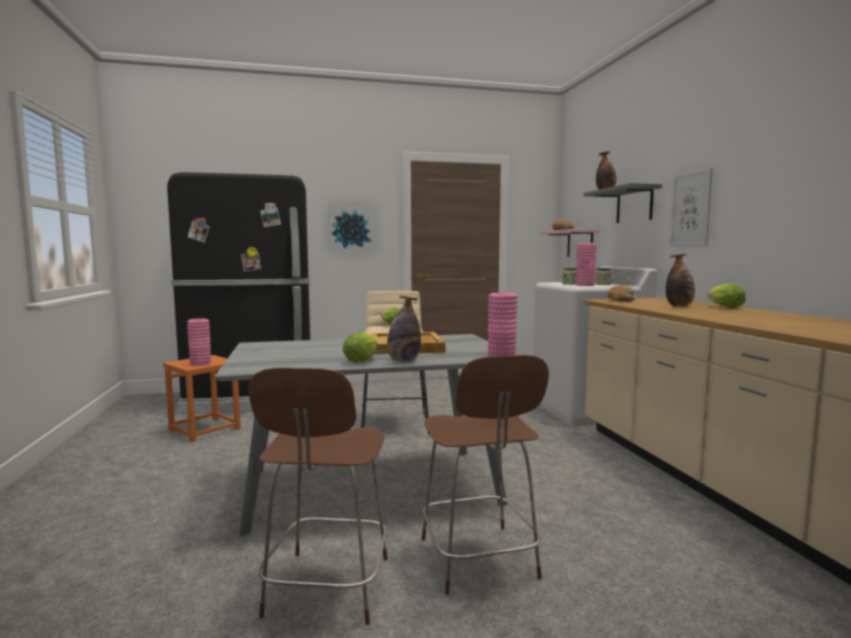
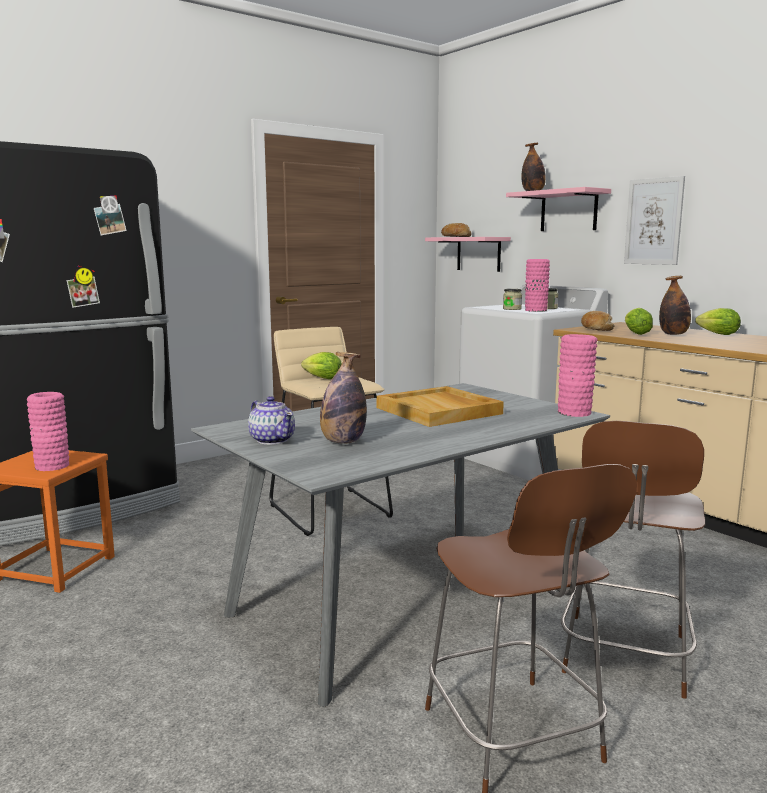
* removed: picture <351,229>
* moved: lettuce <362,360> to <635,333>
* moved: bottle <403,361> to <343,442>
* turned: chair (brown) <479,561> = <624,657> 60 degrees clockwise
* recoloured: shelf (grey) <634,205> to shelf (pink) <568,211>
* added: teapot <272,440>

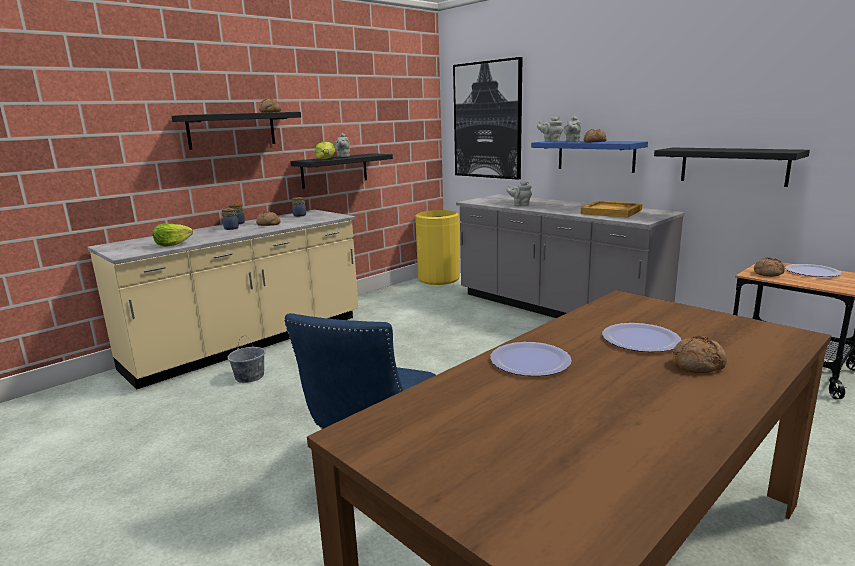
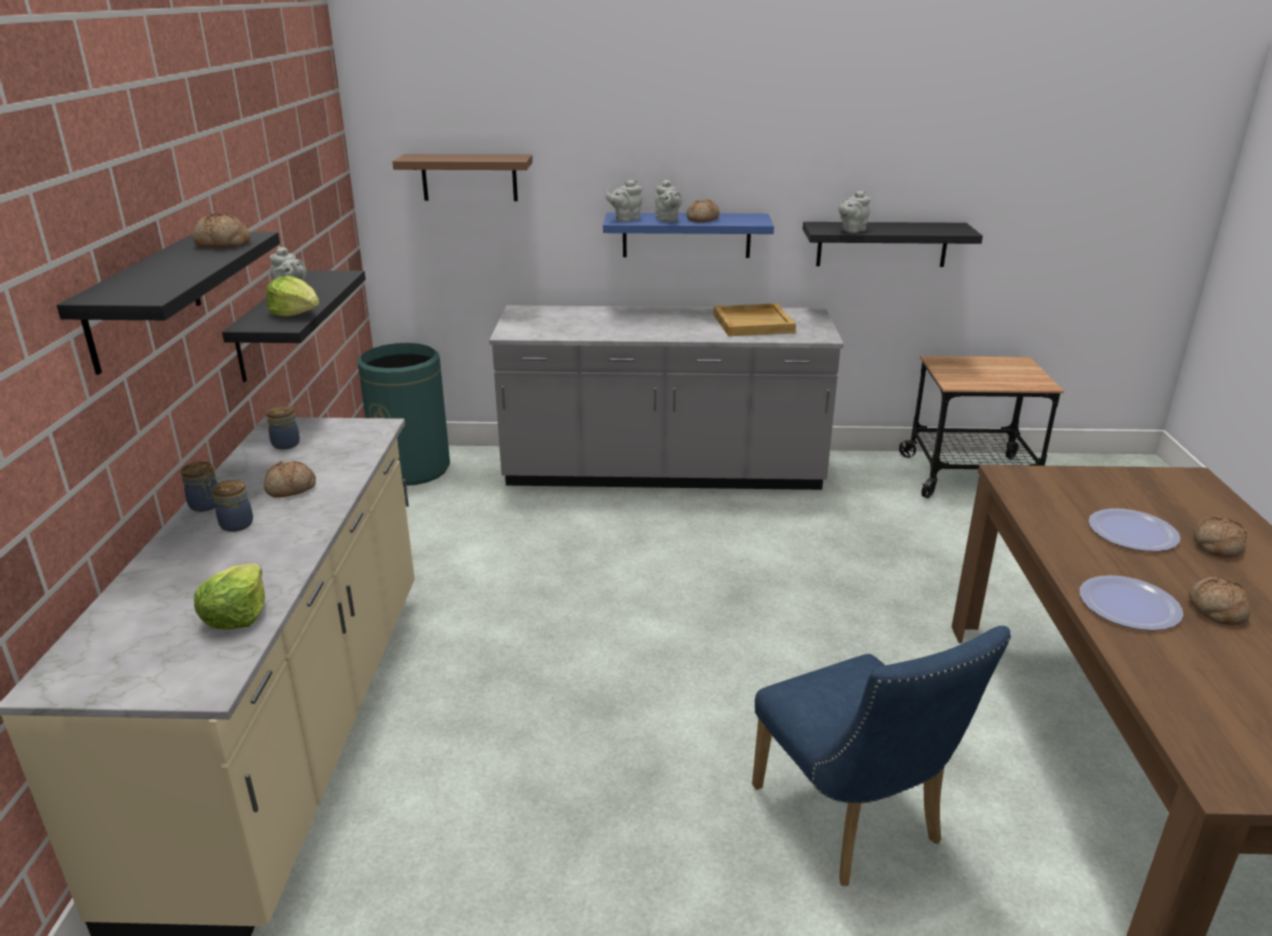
* removed: bucket (grey) <249,376>
* recoloured: trash can (yellow) <439,279> to trash can (green) <412,469>
* replaced: picture <487,120> to shelf (brown) <469,177>
* moved: teapot (grey) <520,205> to <852,230>
* moved: bread <767,273> to <1215,610>
* removed: plate <812,272>

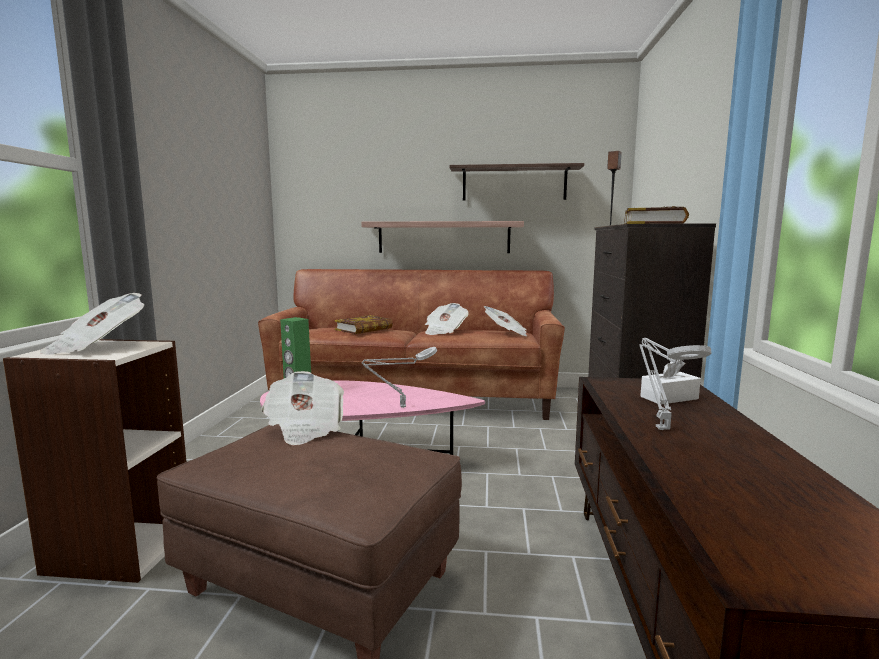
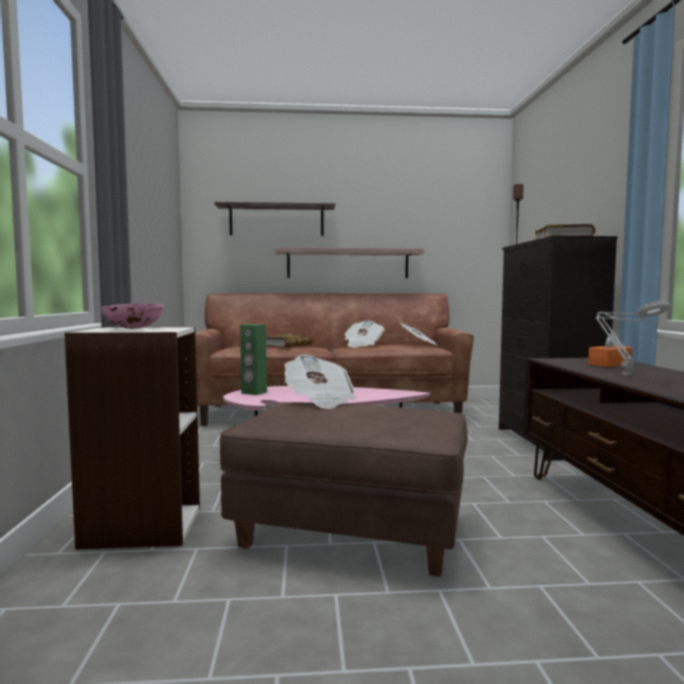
* replaced: newspaper <97,347> to bowl (pink) <134,328>
* removed: table lamp (grey) <400,407>
* moved: shelf <514,184> to <276,221>
* recoloured: tissue box (white) <669,398> to tissue box (orange) <609,364>

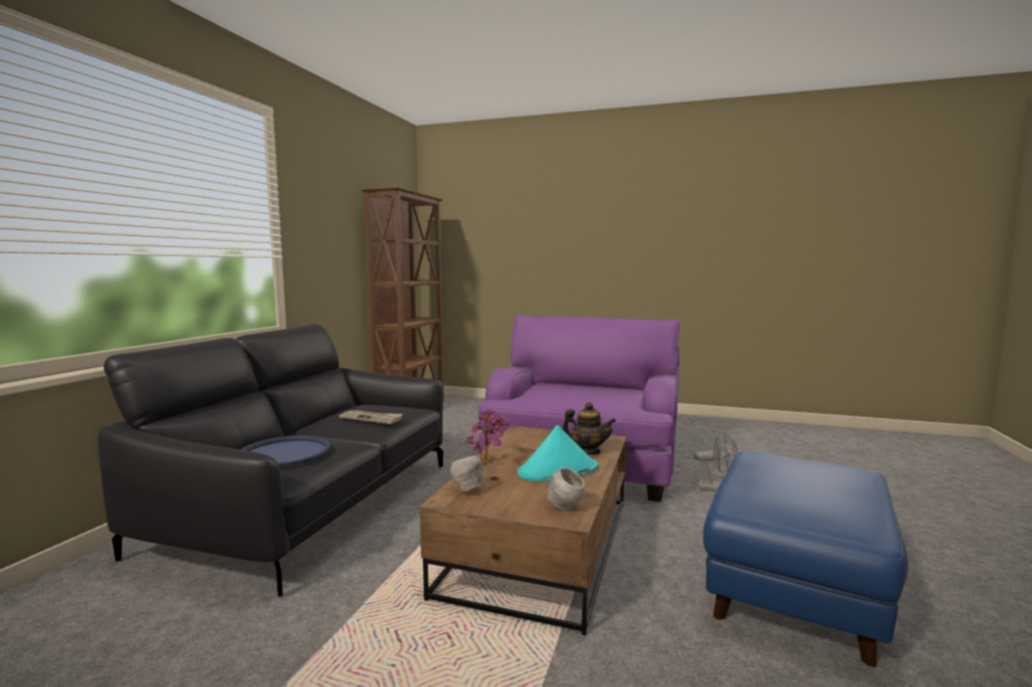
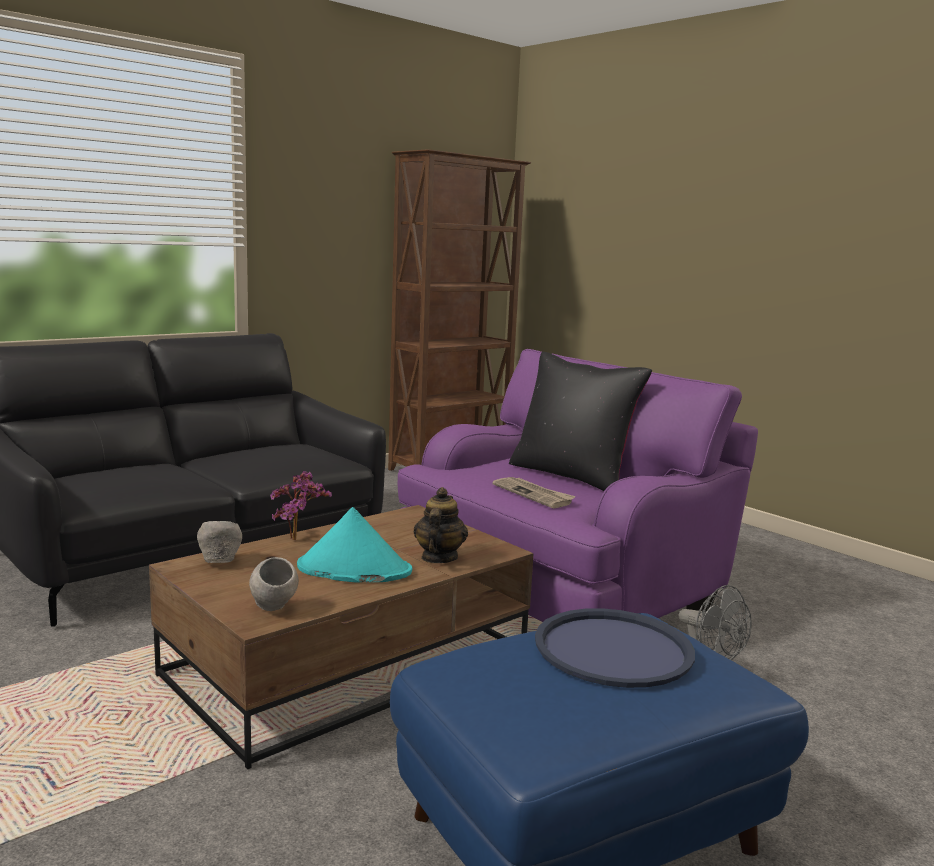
* moved: tray (blue) <284,453> to <613,649>
* moved: newspaper <372,418> to <534,494>
* turned: teapot <588,451> = <438,558> 135 degrees counterclockwise
* added: pillow (black) <572,475>

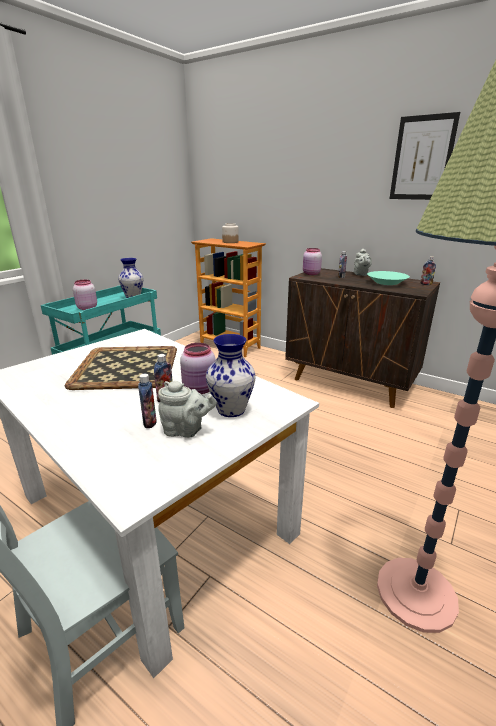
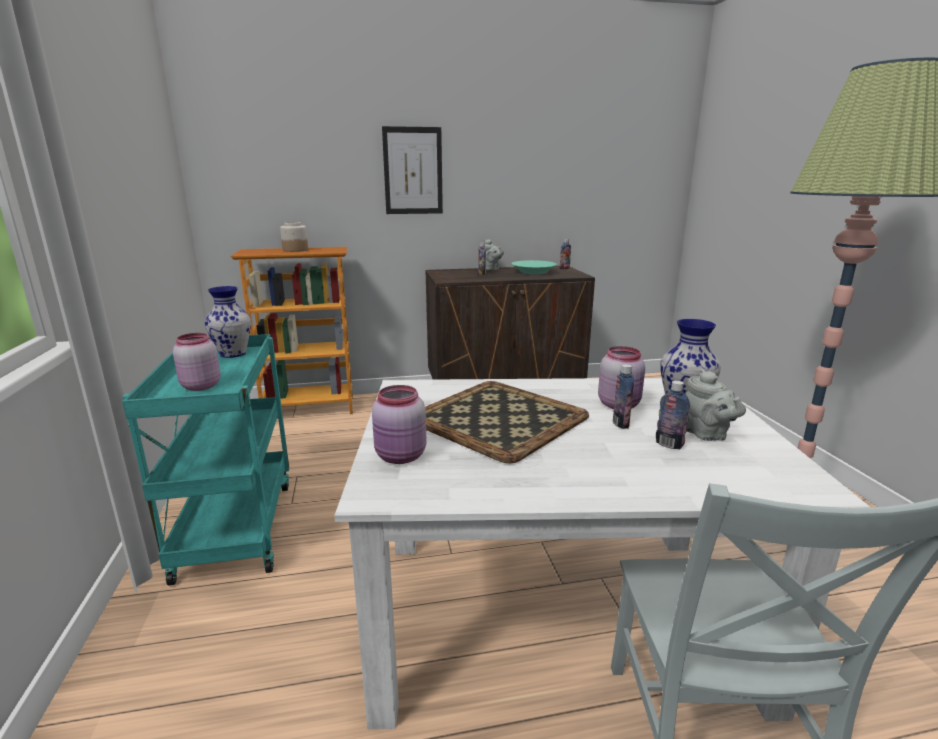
* turned: teapot (grey) <186,430> = <706,434> 105 degrees clockwise
* moved: jar (pink) <311,274> to <401,457>
* moved: picture <422,158> to <413,171>

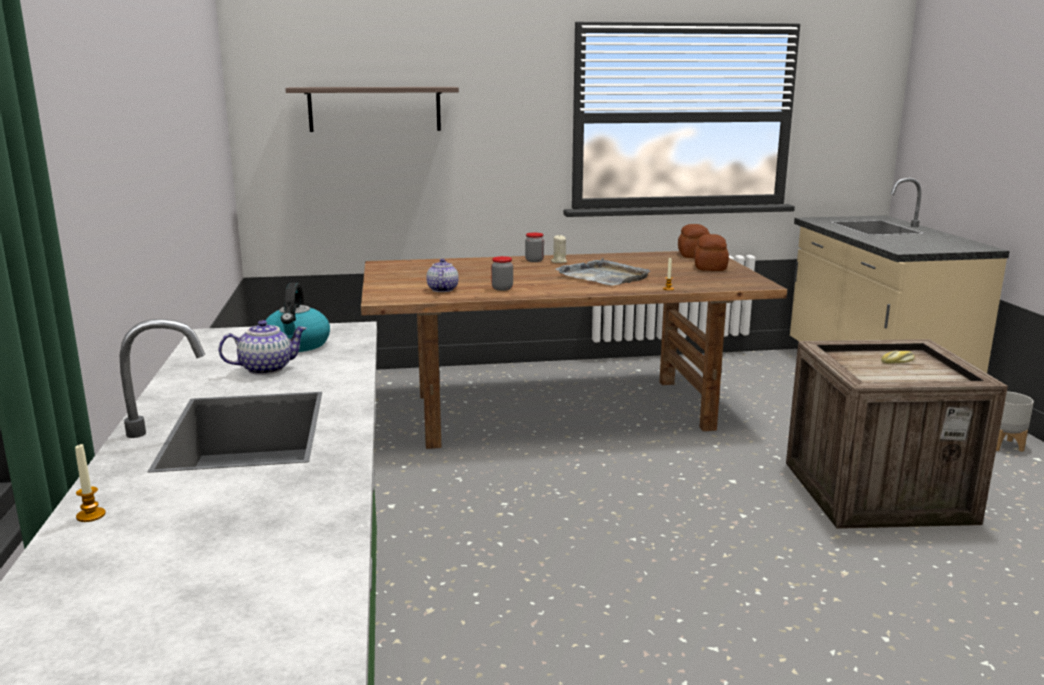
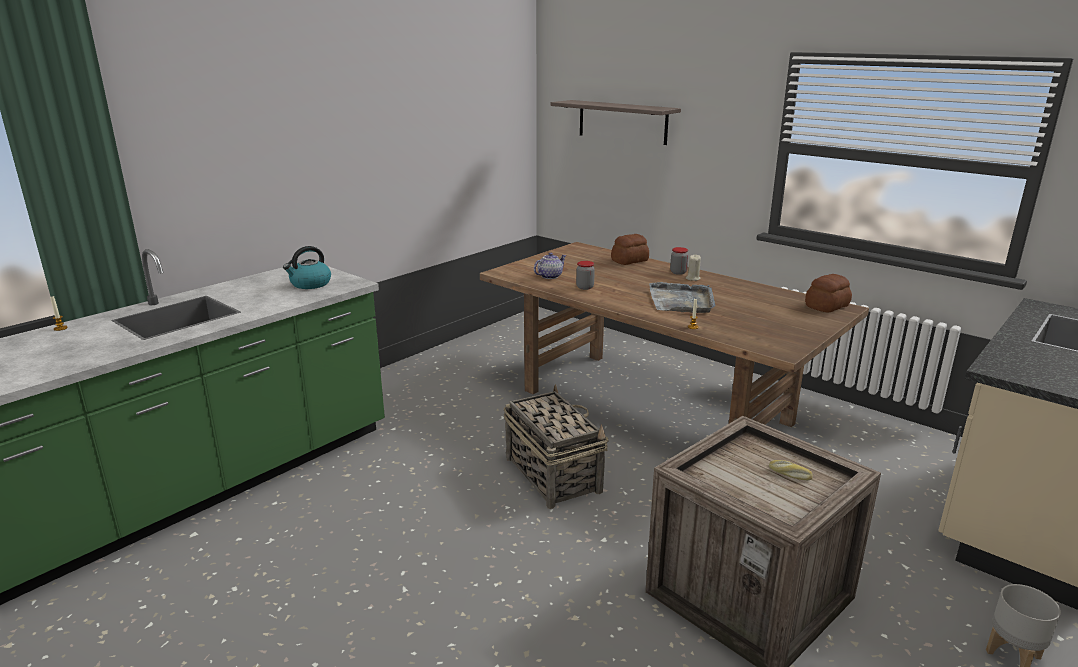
* removed: teapot <266,369>
* moved: bread <710,267> to <630,261>
* added: basket <552,474>

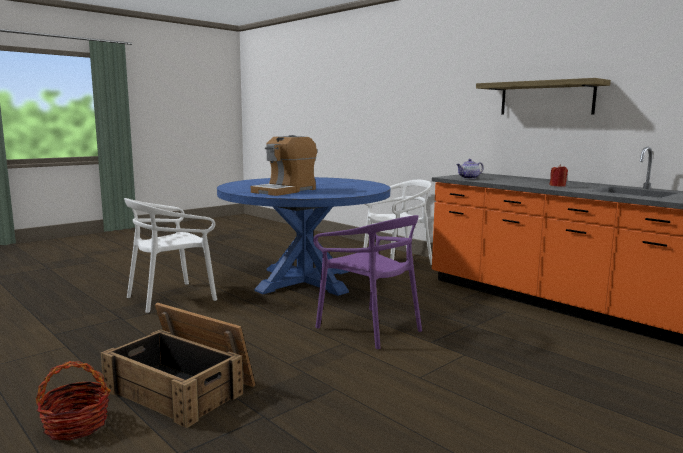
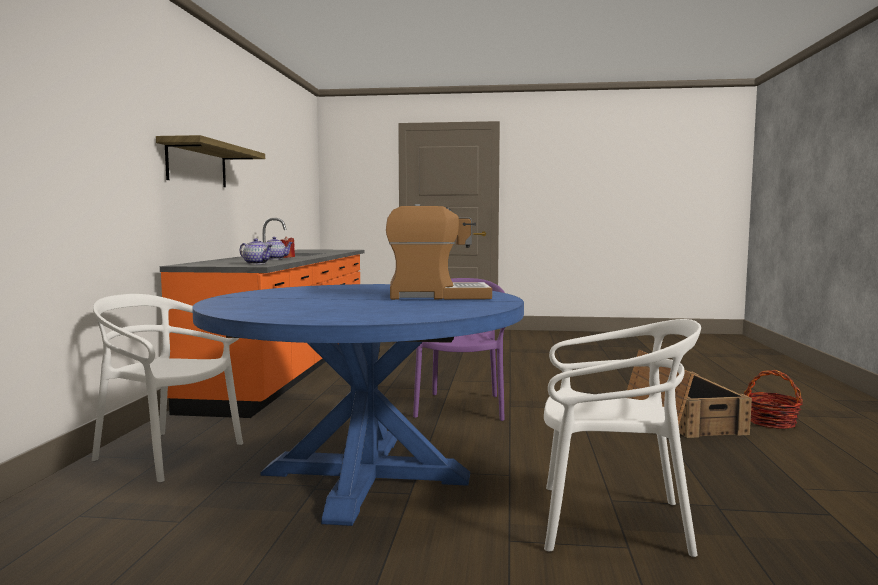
* added: teapot <275,259>

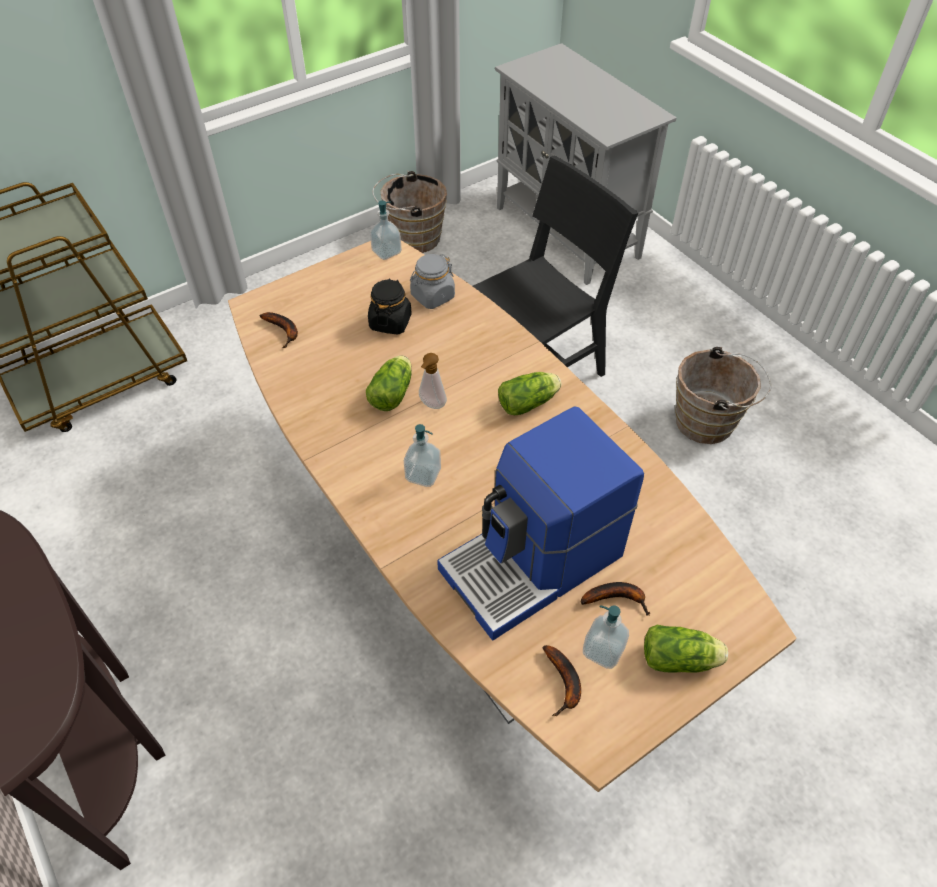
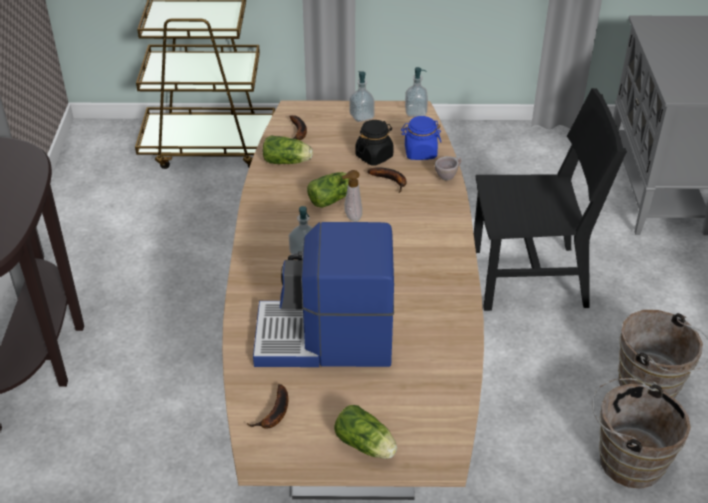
* moved: bucket (brown) <412,238> to <626,459>
* recoloured: jar (grey) <432,296> to jar (blue) <420,152>
* moved: lettuce <530,402> to <288,162>
* moved: banana <617,598> to <391,181>
* moved: soap dispenser <603,650> to <361,116>
* added: cup (beige) <448,176>

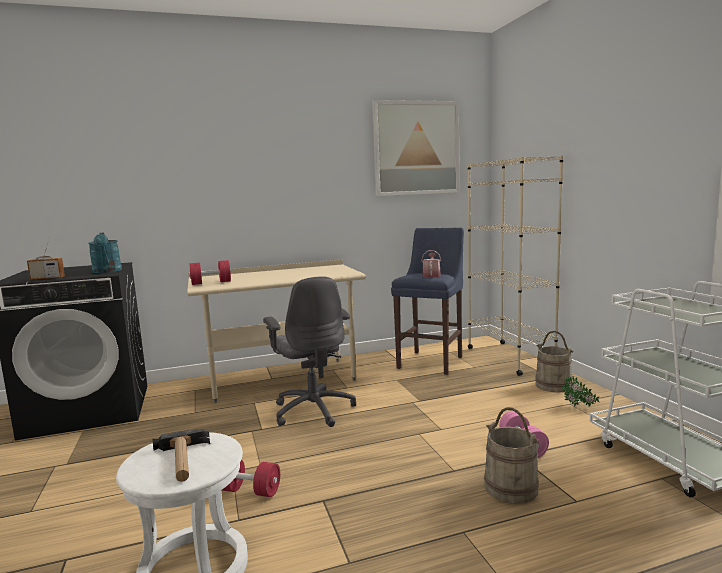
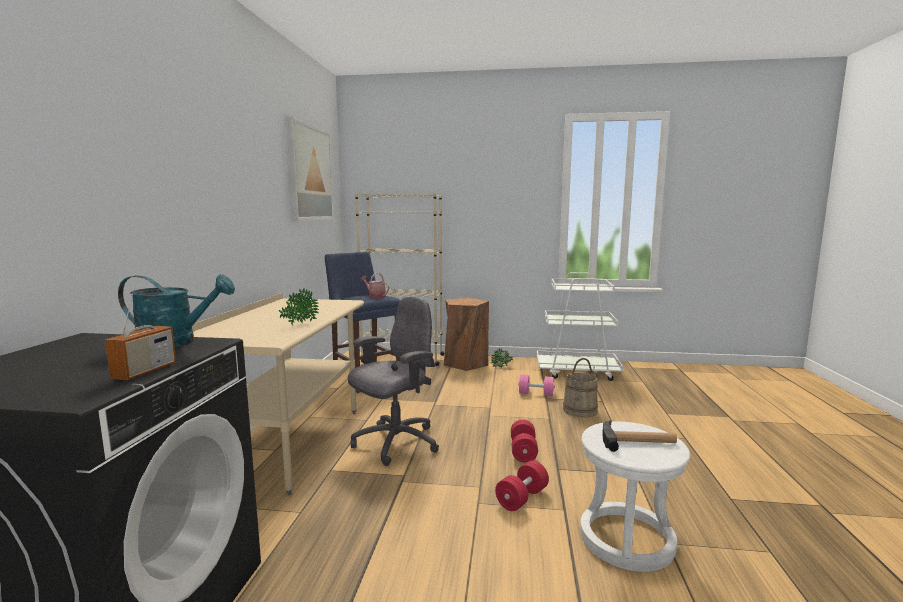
* moved: dumbbell (red) <211,283> to <523,451>
* turned: office chair (grey) <313,410> = <395,443> 45 degrees counterclockwise
* replaced: bucket (beige) <553,385> to stool (brown) <465,363>
* added: potted plant <299,324>

